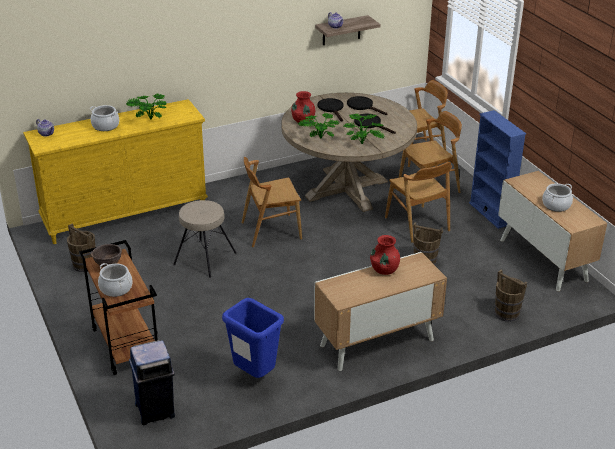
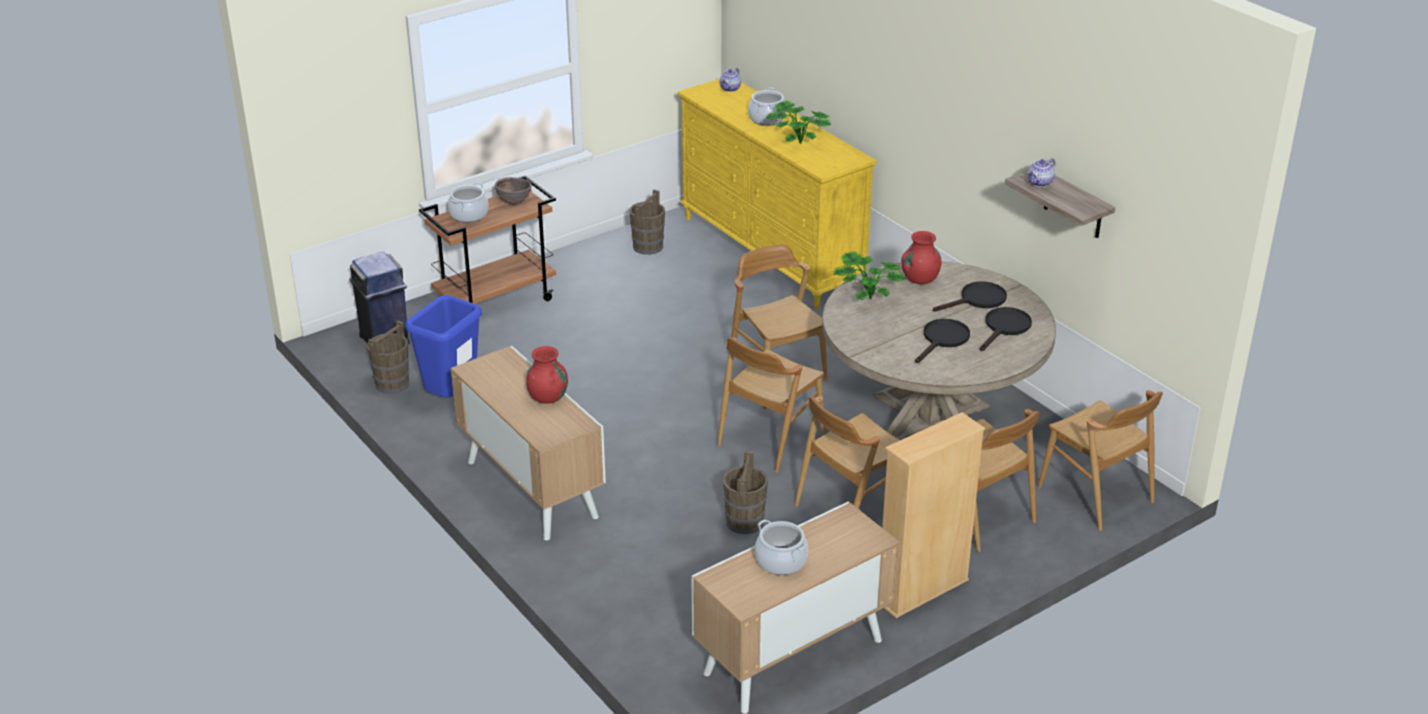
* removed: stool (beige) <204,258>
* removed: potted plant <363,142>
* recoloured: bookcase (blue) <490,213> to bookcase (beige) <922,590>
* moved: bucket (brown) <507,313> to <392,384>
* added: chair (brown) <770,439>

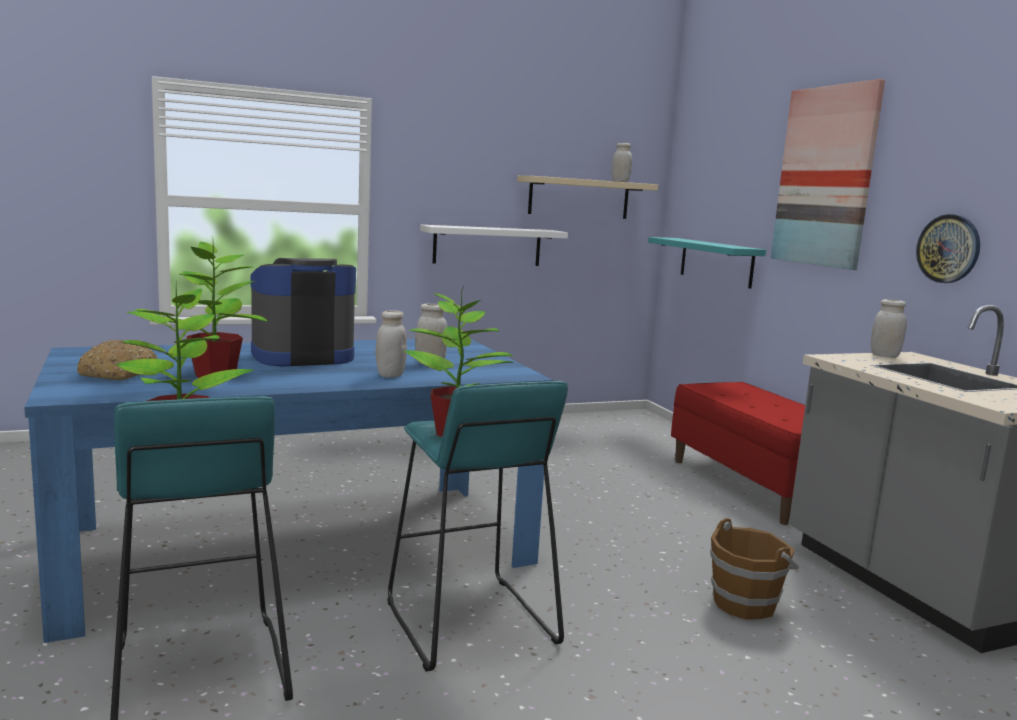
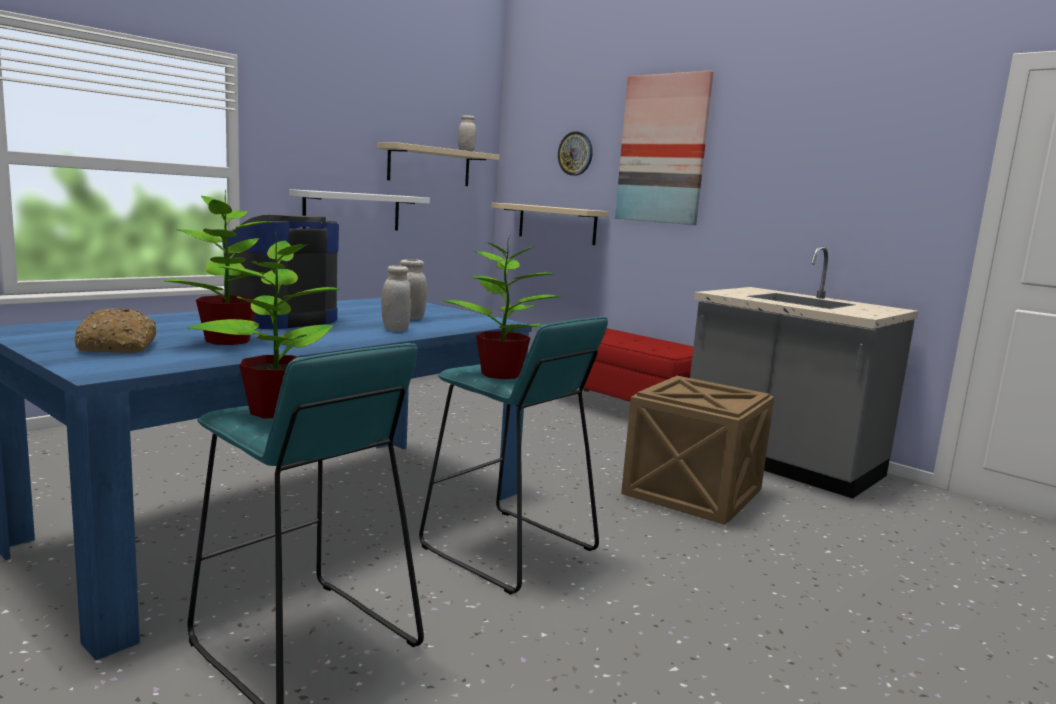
* recoloured: shelf (turquoise) <716,262> to shelf (beige) <557,223>
* replaced: bucket (brown) <745,604> to crate <692,495>
* removed: jar (white) <884,356>
* moved: wall clock <948,248> to <575,153>

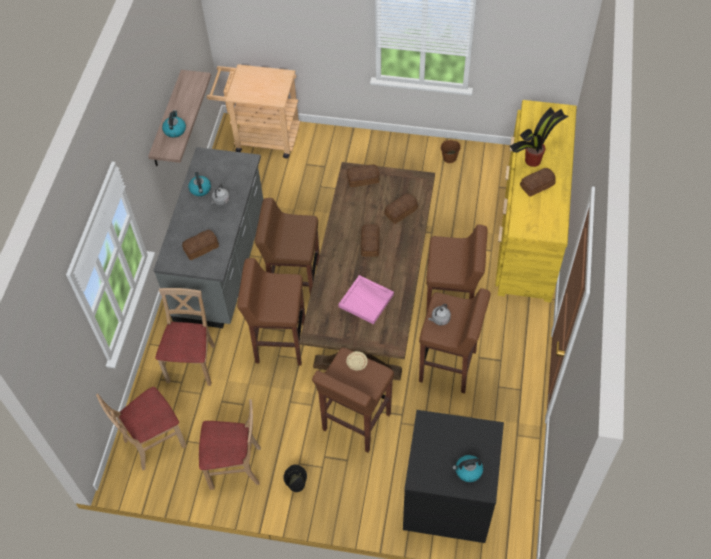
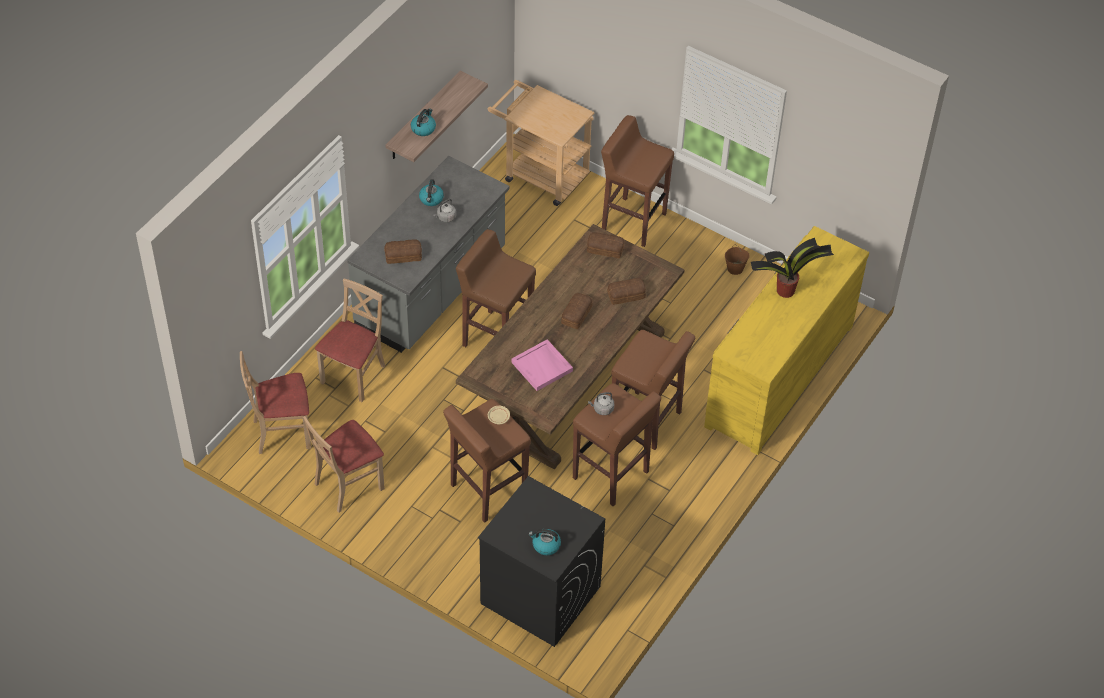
* turned: chair (beige) <235,466> = <348,484> 120 degrees clockwise
* moved: stool (brown) <279,342> to <633,221>
* removed: bucket (black) <296,484>
* removed: bread <538,185>

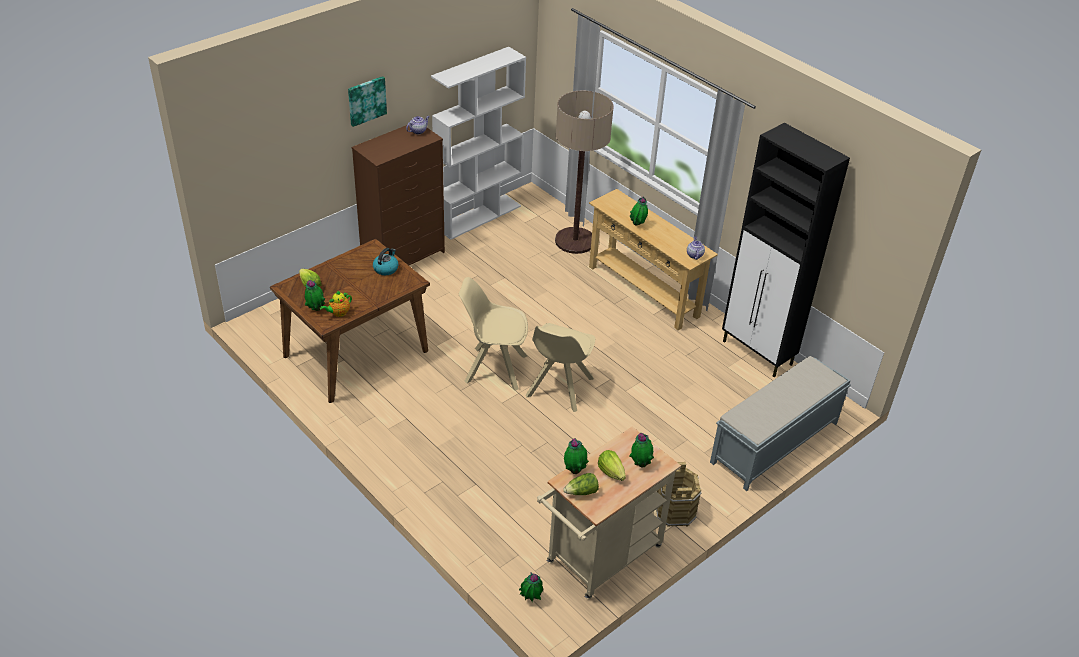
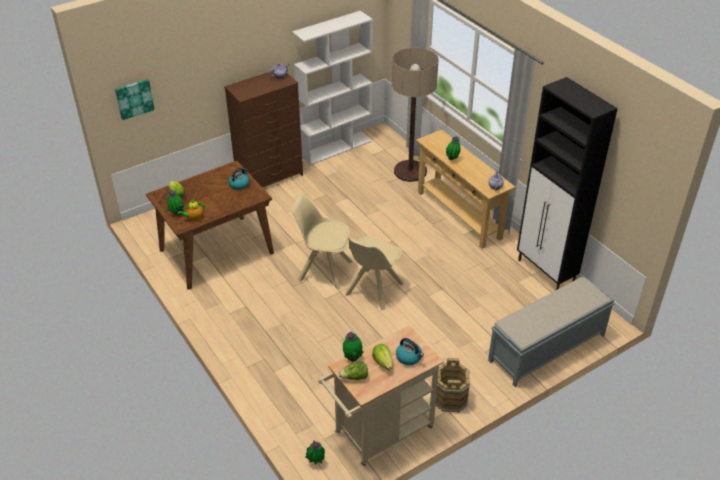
* moved: picture <366,100> to <134,98>
* replaced: potted plant <640,464> to kettle <409,357>

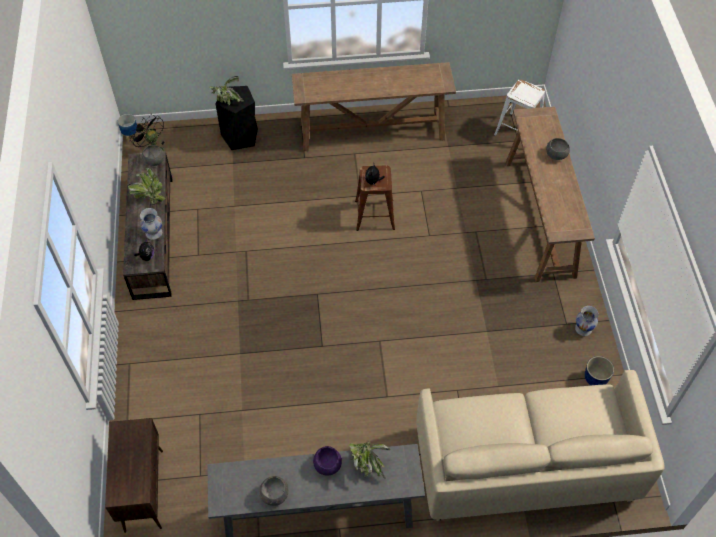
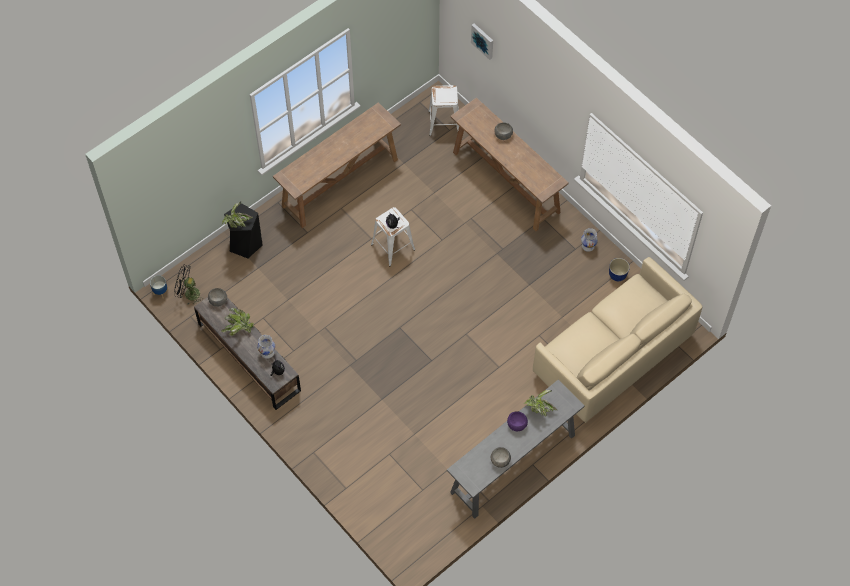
* removed: cabinet (brown) <144,489>
* recoloured: stool (brown) <375,215> to stool (white) <393,246>
* added: picture <483,40>

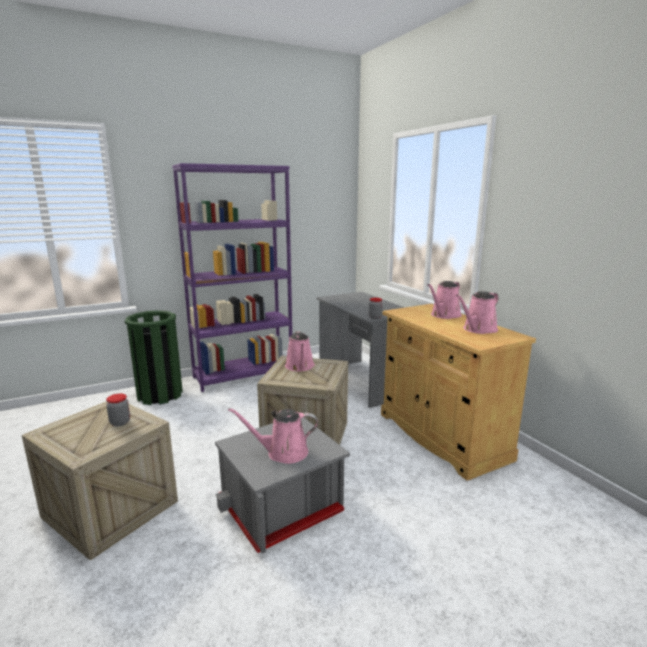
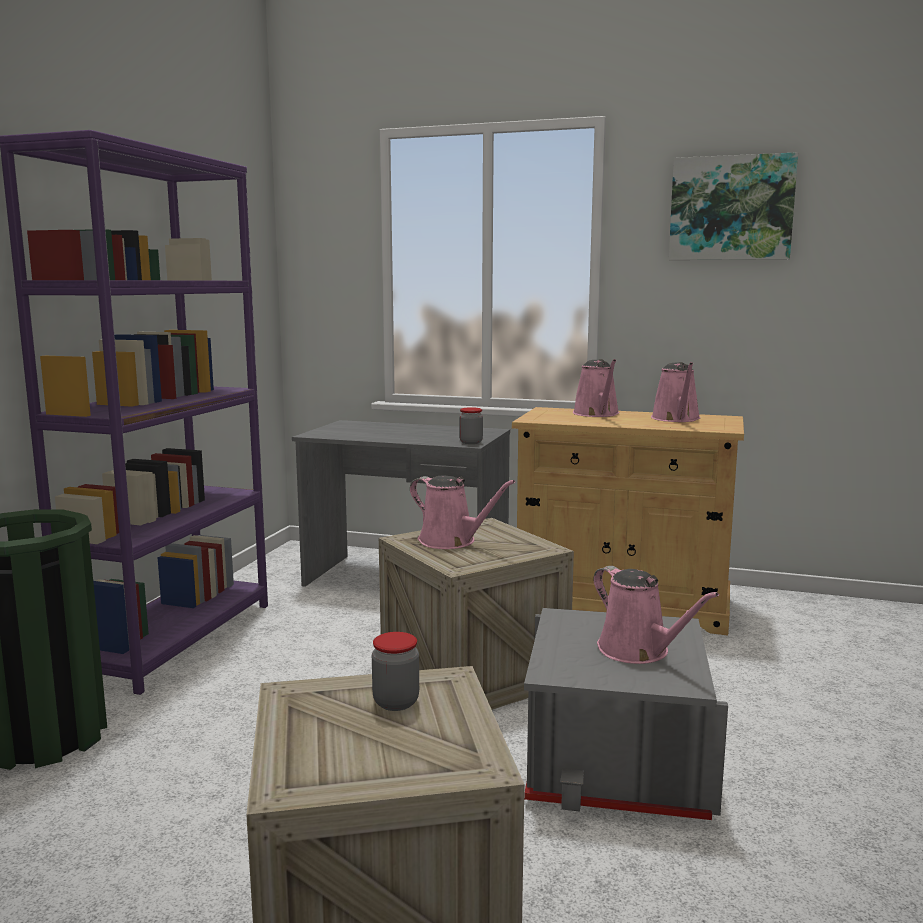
* turned: watering can (pink) <283,452> = <638,651> 75 degrees counterclockwise
* added: picture <731,208>

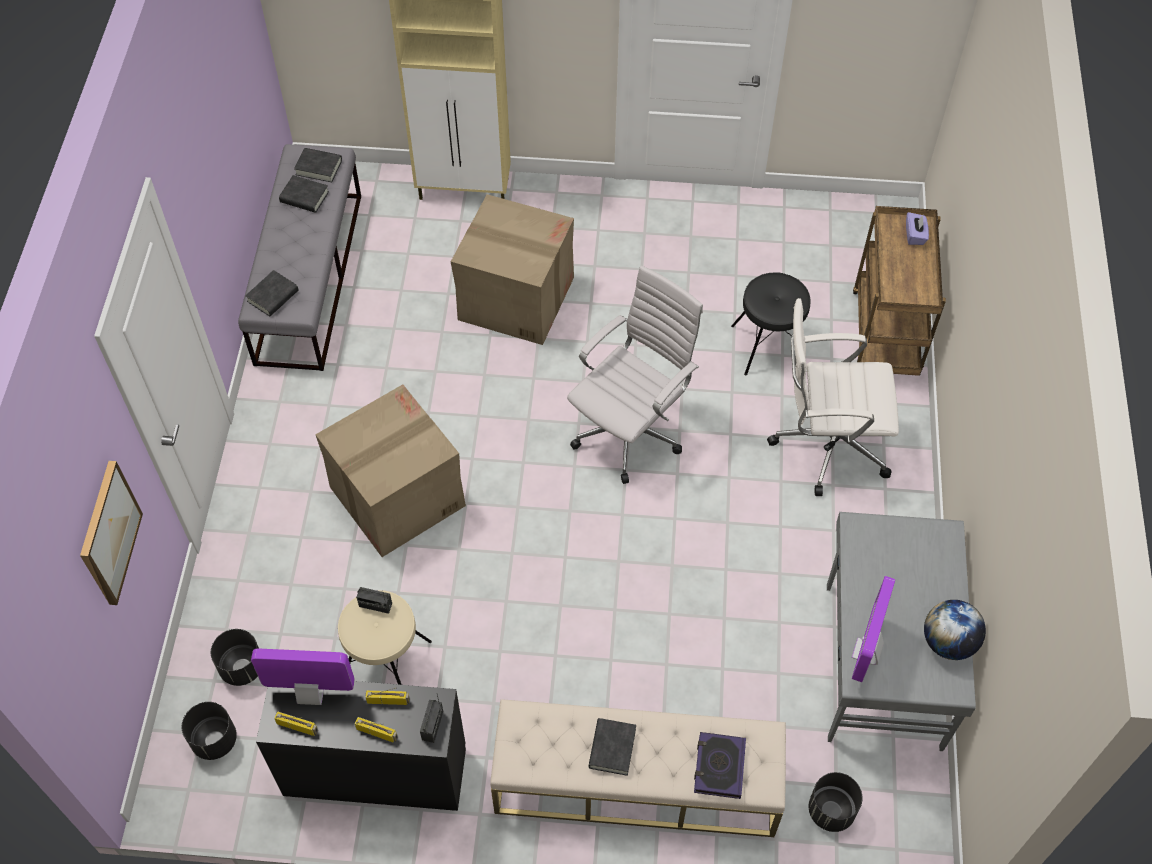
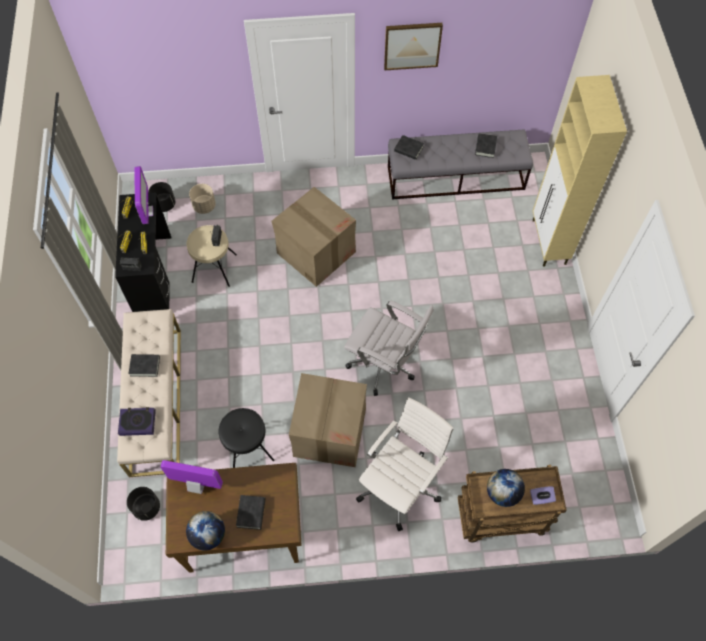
* moved: picture <109,533> to <412,45>
* recoloured: planter (black) <242,668> to planter (beige) <204,206>
* moved: book (black) <319,167> to <251,513>
* moved: cardboard box <515,298> to <330,431>
* moved: stool (black) <767,345> to <248,447>
* turned: office chair (white) <827,443> = <400,485> 45 degrees clockwise
* recoloured: desk (grey) <881,666> to desk (brown) <242,530>
* added: globe <502,493>

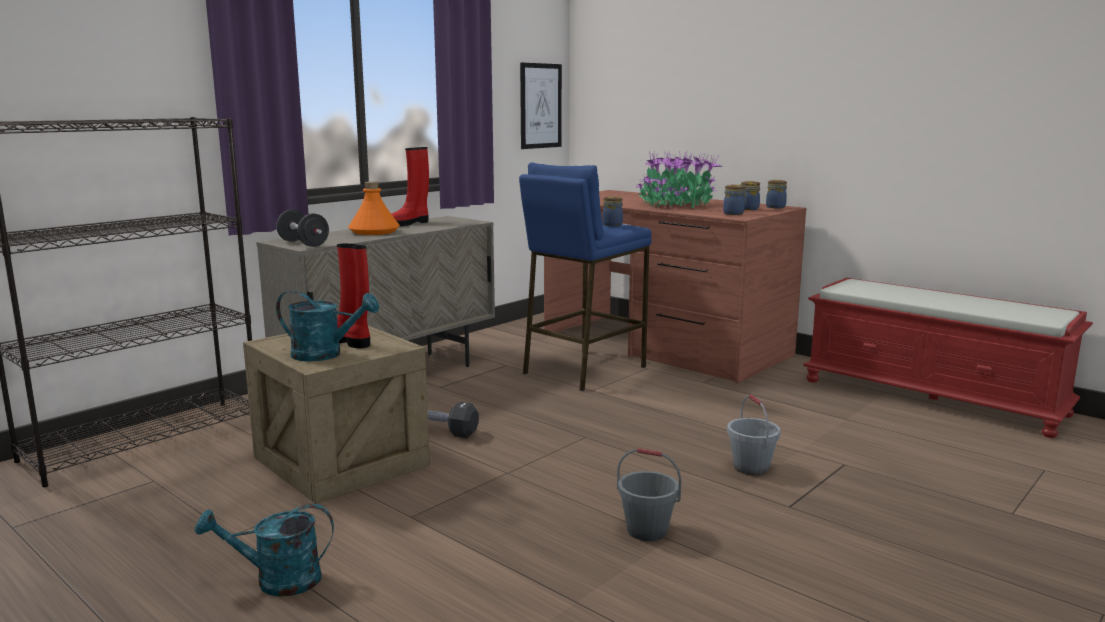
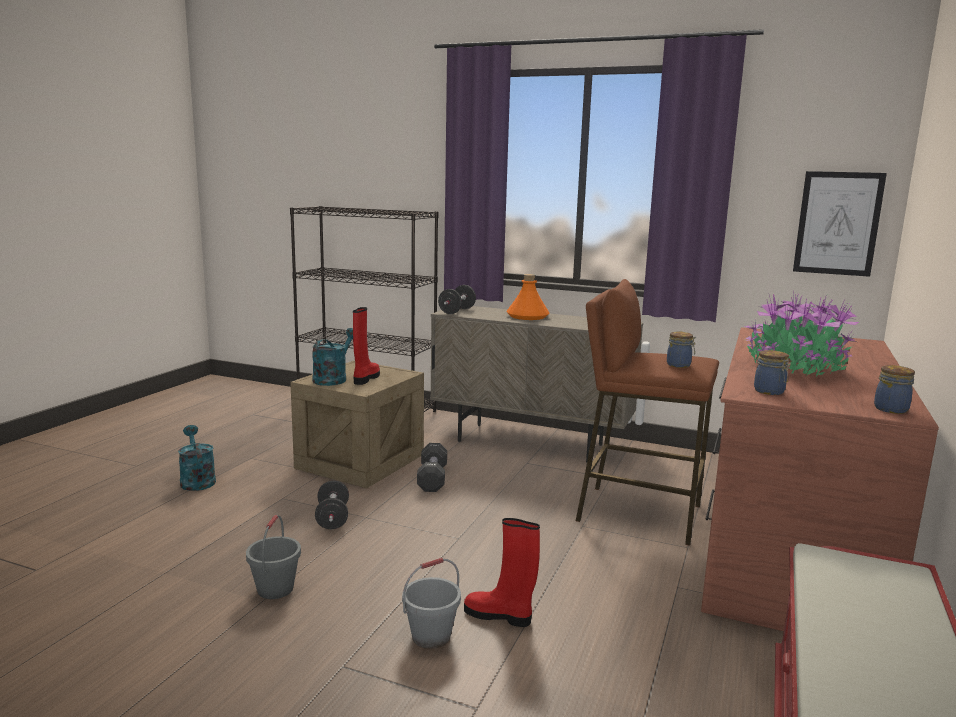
* turned: watering can (turquoise) <325,355> = <333,379> 150 degrees counterclockwise
* moved: boot (red) <409,223> to <499,615>
* recoloured: stool (blue) <583,370> to stool (brown) <638,513>
* removed: jar <748,209>
* added: dumbbell (black) <332,518>

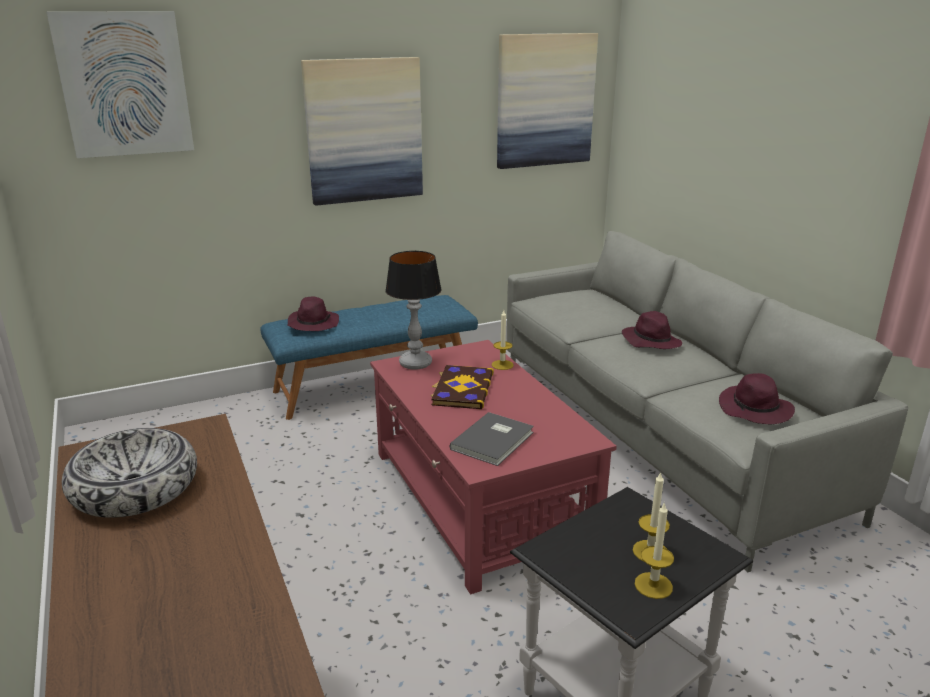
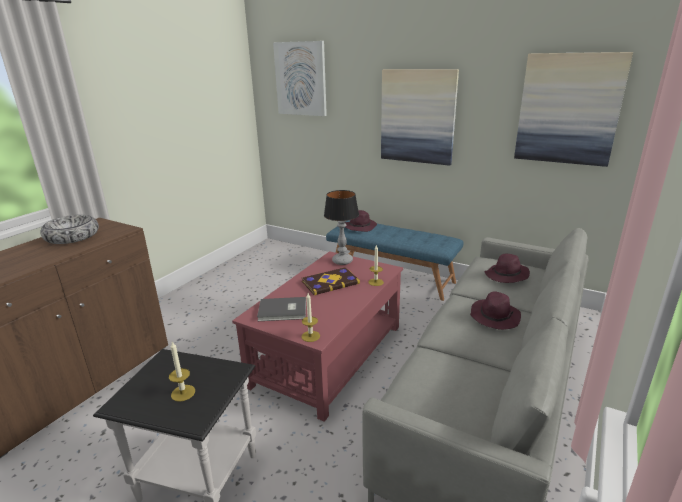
* moved: candle <653,585> to <310,336>
* moved: hat (purple) <755,410> to <506,276>

